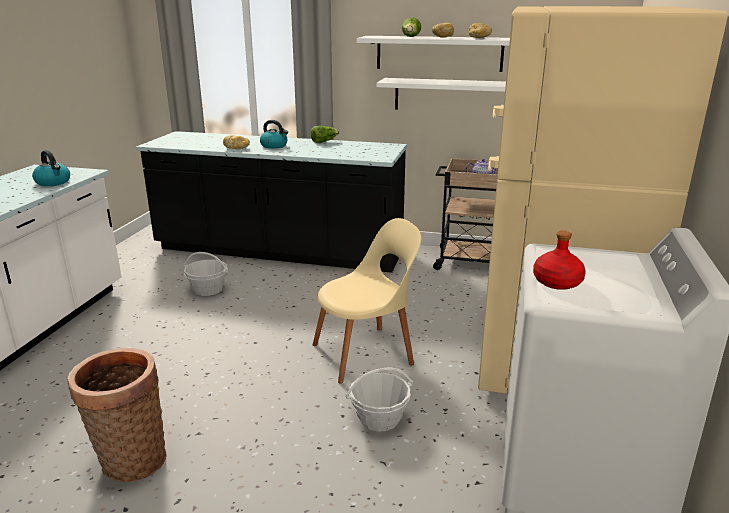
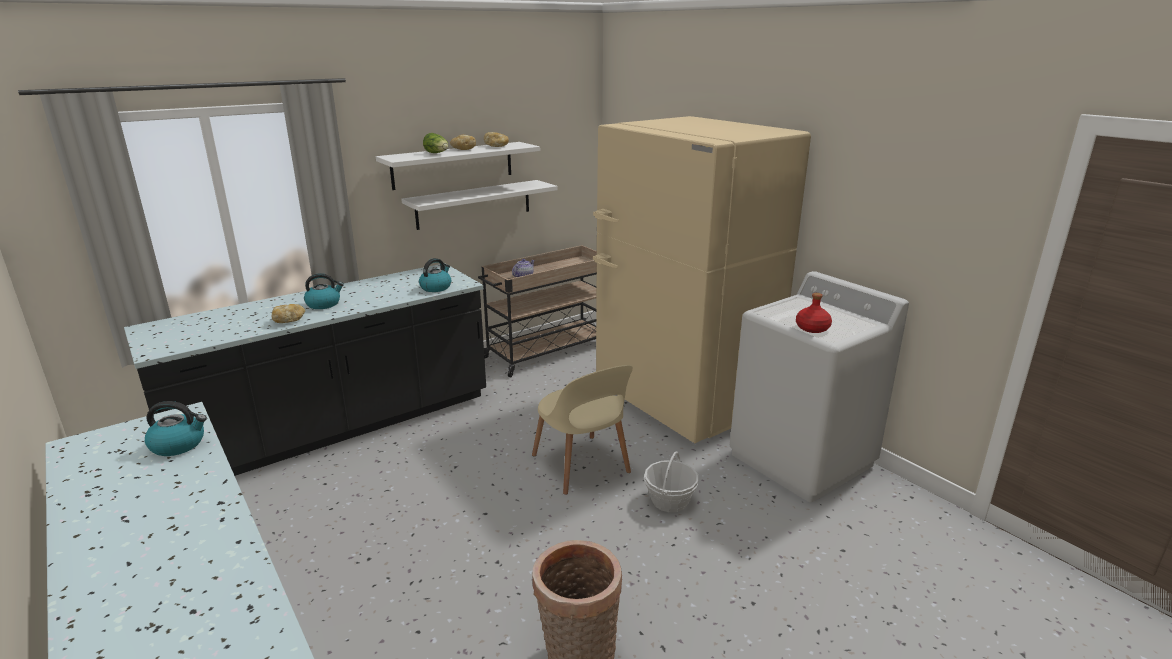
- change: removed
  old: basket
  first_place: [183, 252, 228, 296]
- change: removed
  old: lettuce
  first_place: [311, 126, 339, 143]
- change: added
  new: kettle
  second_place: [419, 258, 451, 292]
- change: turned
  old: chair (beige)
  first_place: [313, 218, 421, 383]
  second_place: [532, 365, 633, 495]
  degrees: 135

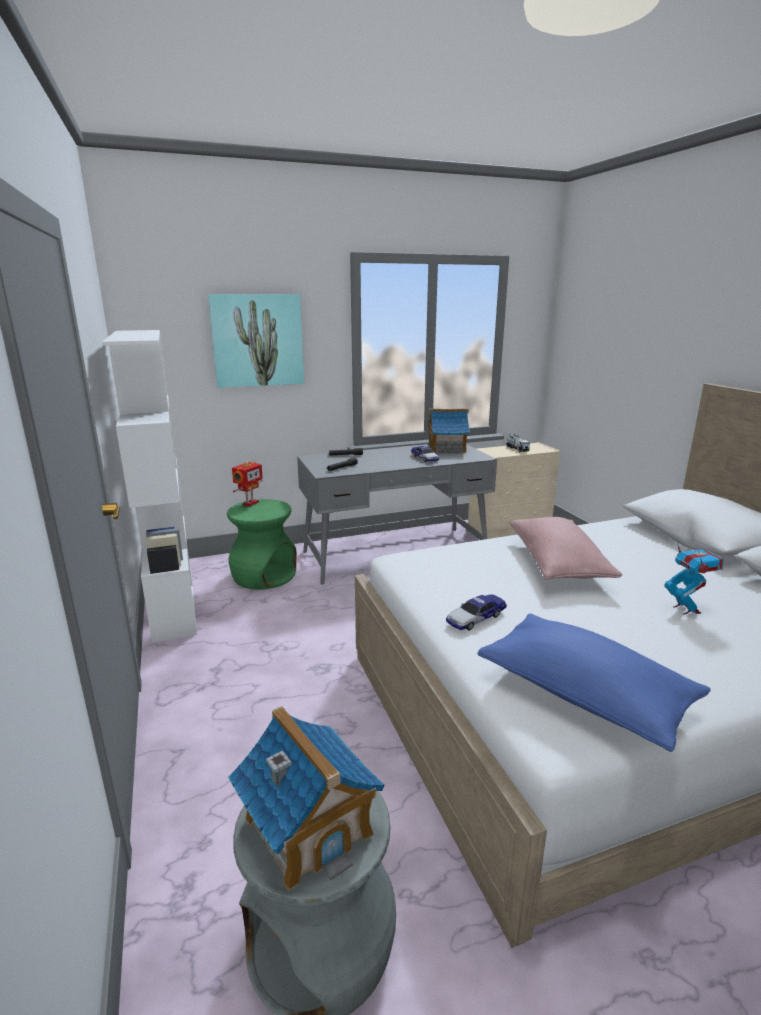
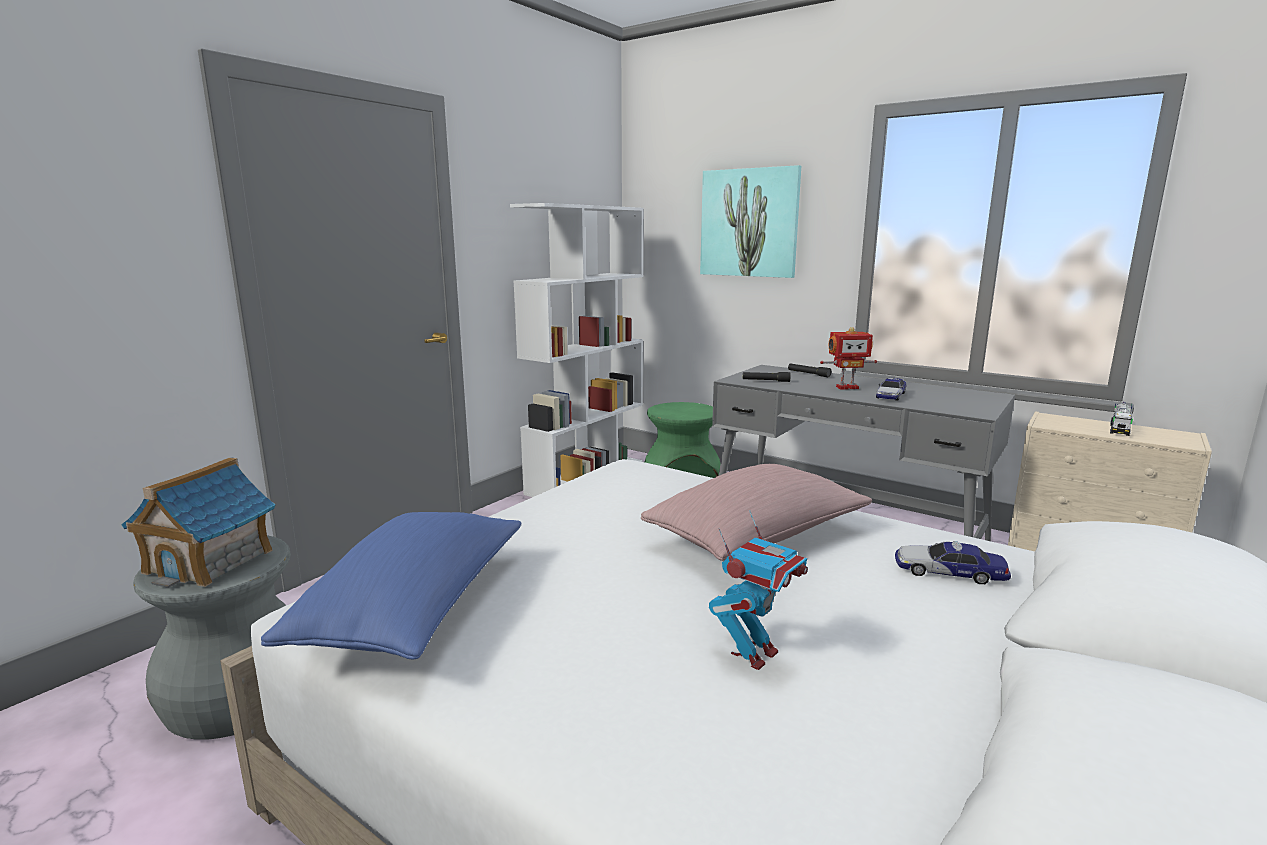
- change: removed
  old: toy house
  first_place: [428, 408, 470, 453]
- change: moved
  old: toy robot
  first_place: [232, 461, 263, 506]
  second_place: [820, 327, 877, 390]
- change: moved
  old: toy car
  first_place: [446, 594, 507, 630]
  second_place: [895, 541, 1011, 584]

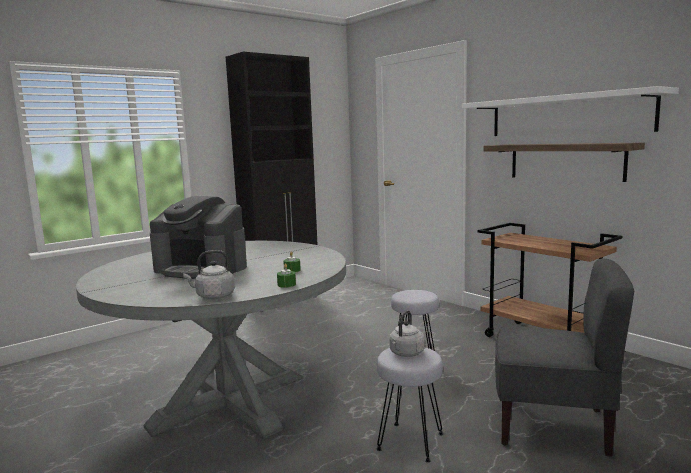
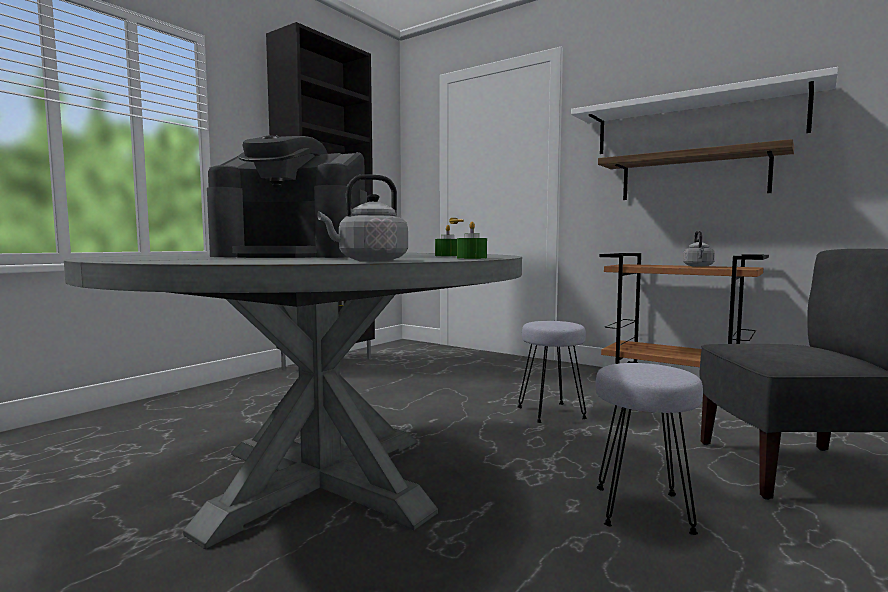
- change: moved
  old: kettle (grey)
  first_place: [389, 310, 425, 357]
  second_place: [683, 231, 715, 267]

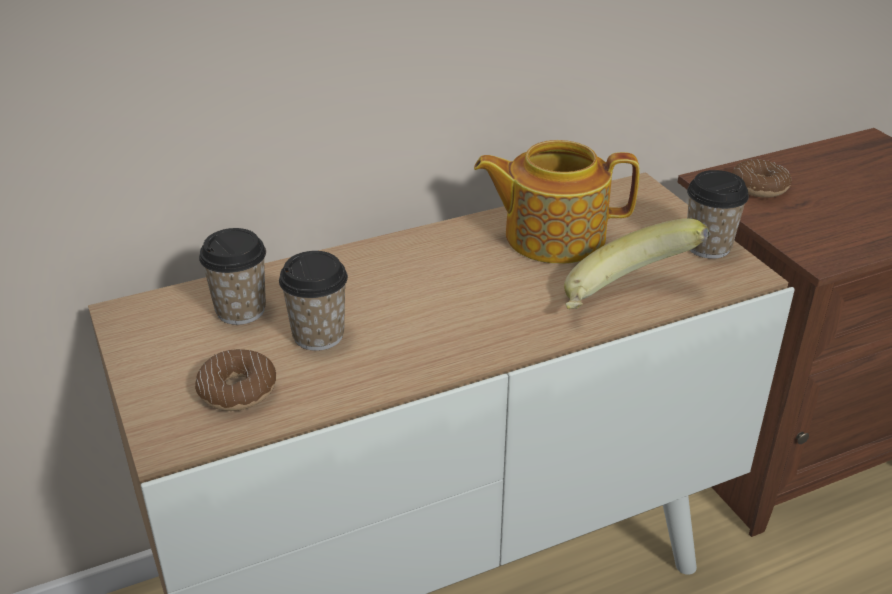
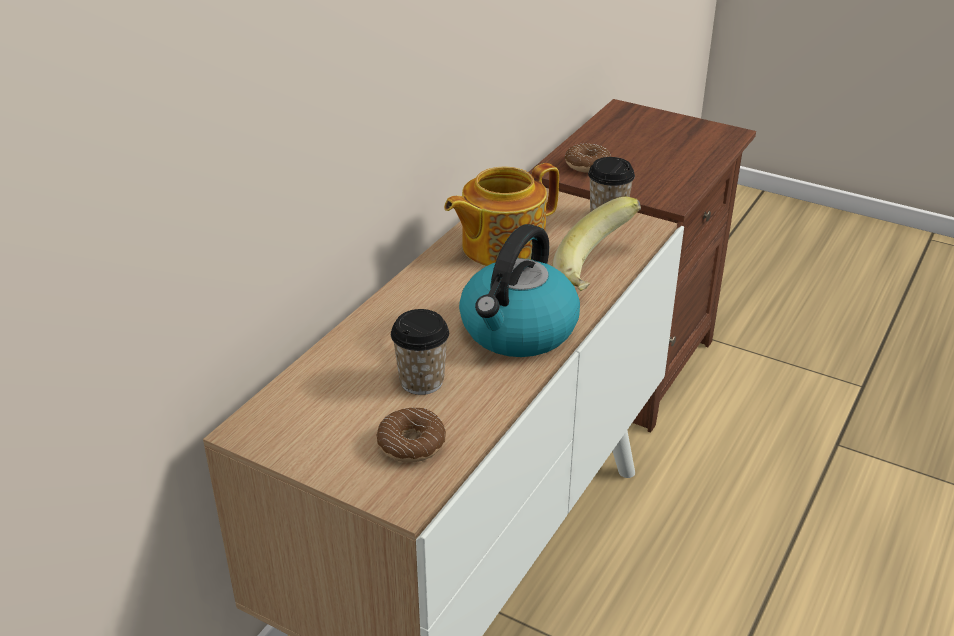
- change: removed
  old: cup
  first_place: [199, 228, 266, 325]
- change: added
  new: kettle
  second_place: [459, 224, 580, 357]

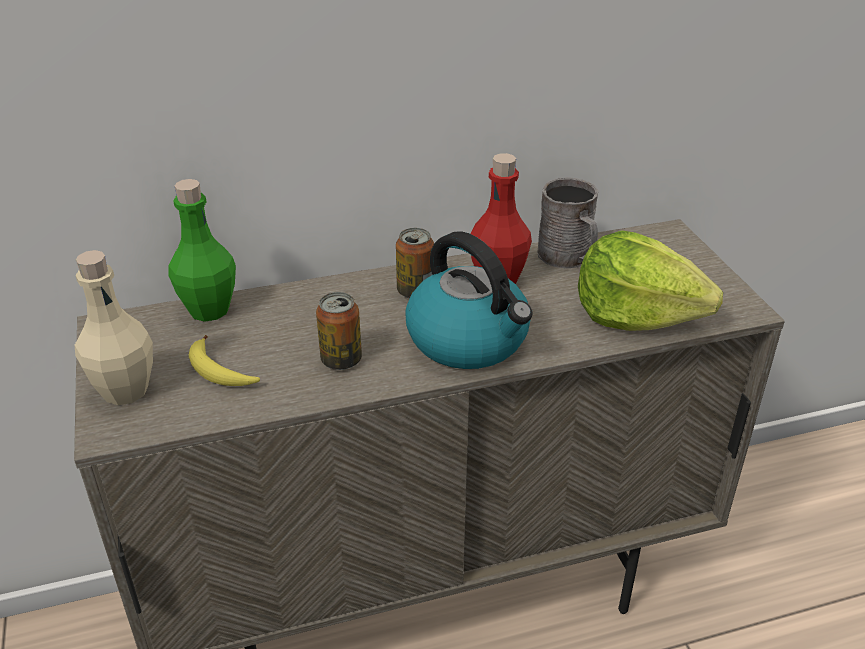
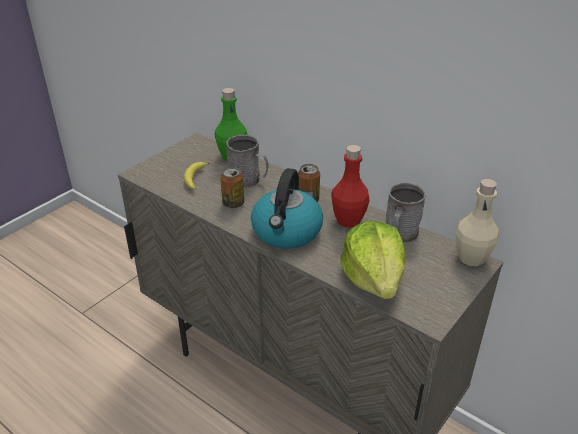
- change: added
  new: mug (grey)
  second_place: [226, 135, 268, 188]
- change: moved
  old: bottle (beige)
  first_place: [75, 250, 153, 405]
  second_place: [456, 179, 499, 266]

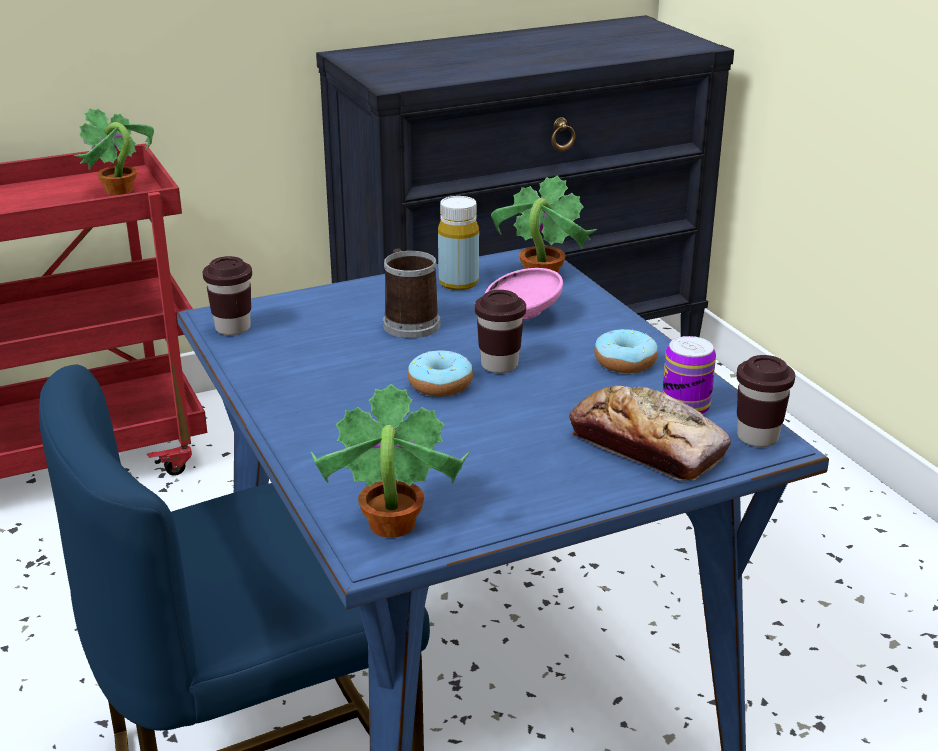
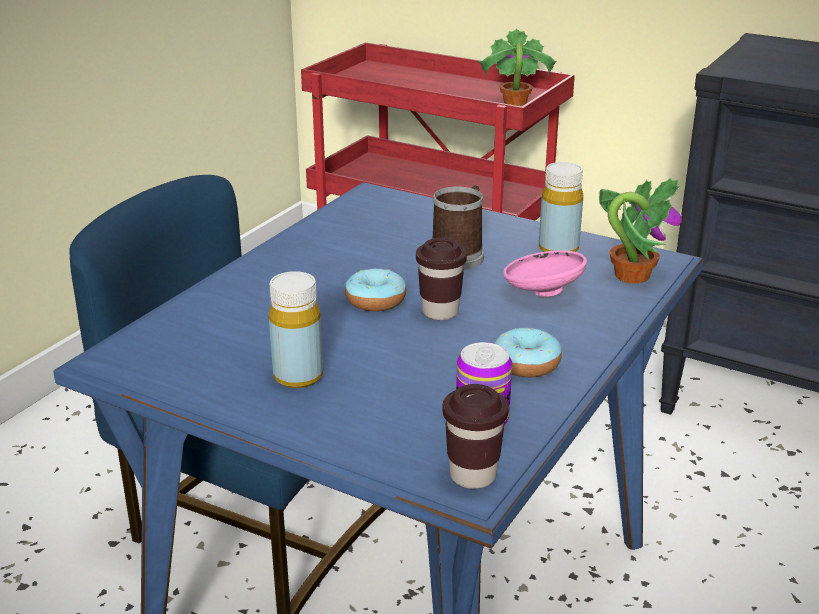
- change: removed
  old: cup (brown)
  first_place: [203, 256, 252, 335]
- change: removed
  old: potted plant
  first_place: [311, 384, 470, 538]
- change: removed
  old: bread
  first_place: [569, 385, 731, 481]
- change: added
  new: bottle (yellow)
  second_place: [269, 271, 323, 388]

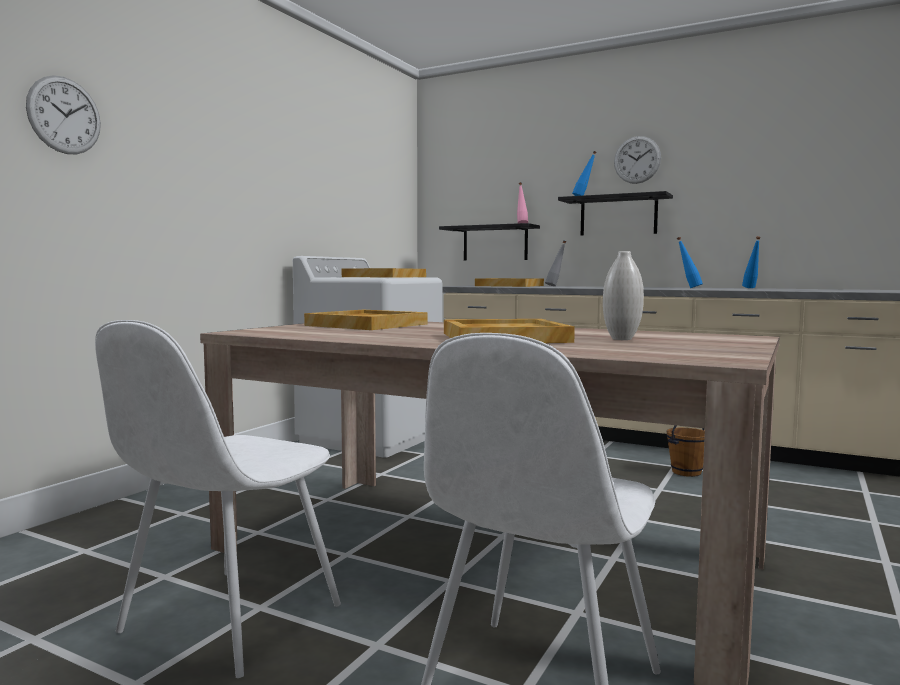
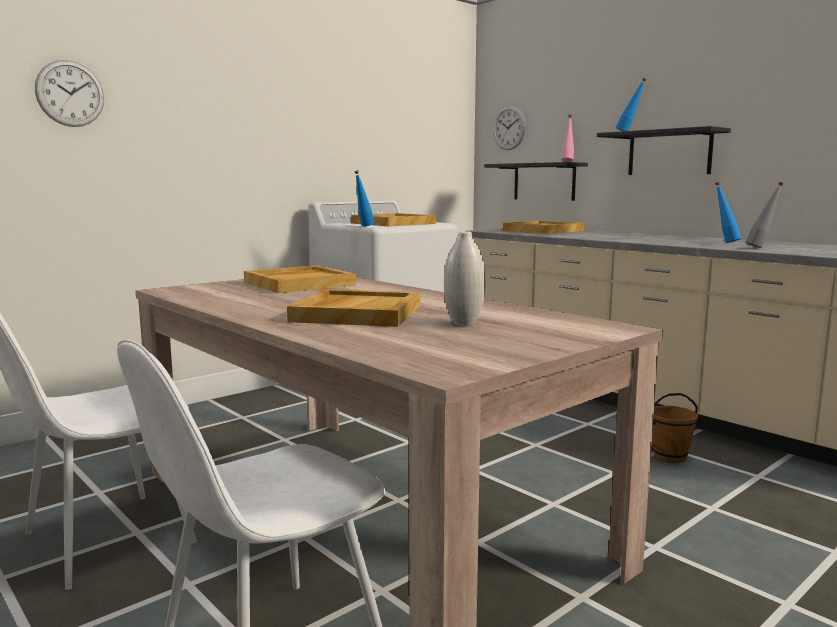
- change: moved
  old: bottle (grey)
  first_place: [545, 241, 566, 286]
  second_place: [745, 182, 784, 248]
- change: moved
  old: wall clock
  first_place: [614, 136, 661, 184]
  second_place: [493, 106, 526, 150]
- change: moved
  old: bottle (blue)
  first_place: [742, 236, 760, 288]
  second_place: [354, 170, 374, 226]

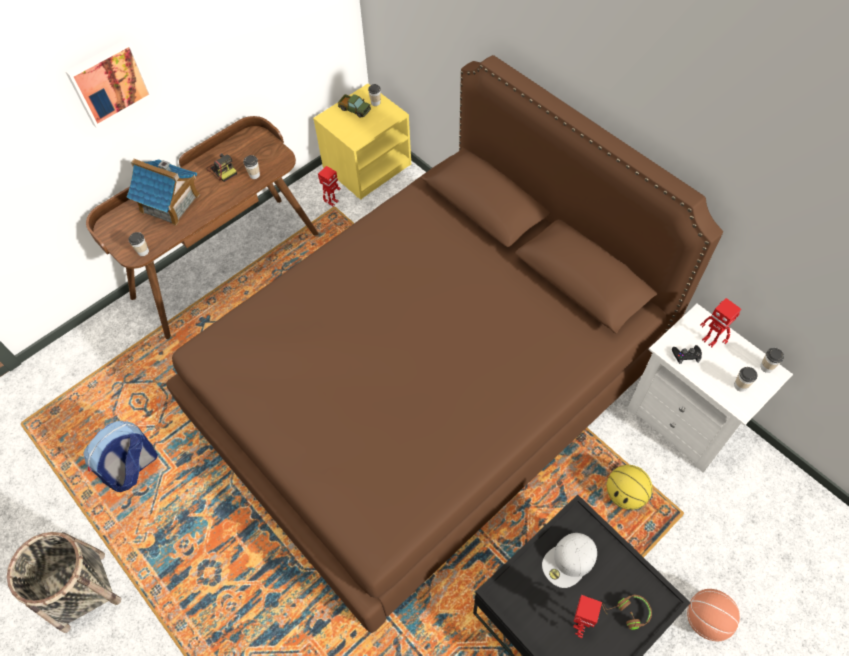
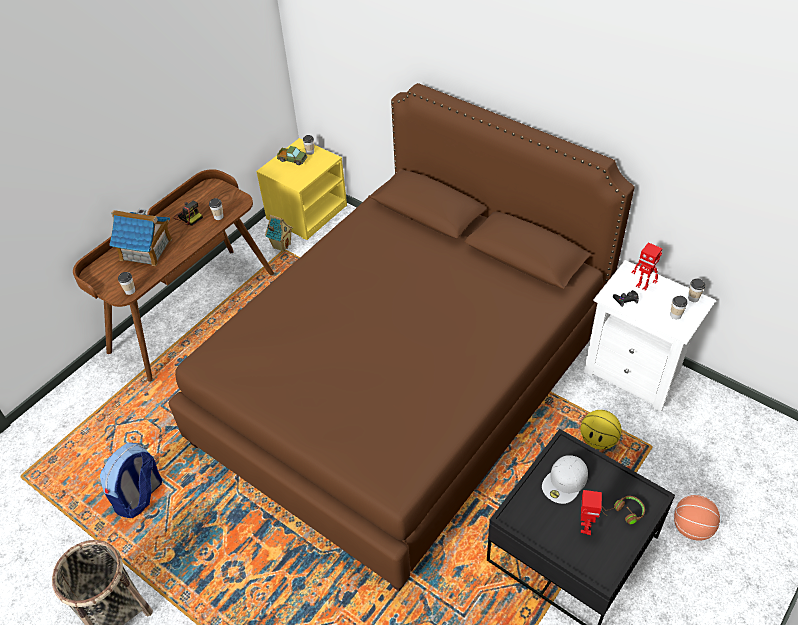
- change: removed
  old: picture
  first_place: [65, 39, 153, 128]
- change: replaced
  old: toy robot
  new: toy house
  first_place: [318, 166, 341, 207]
  second_place: [265, 215, 293, 251]

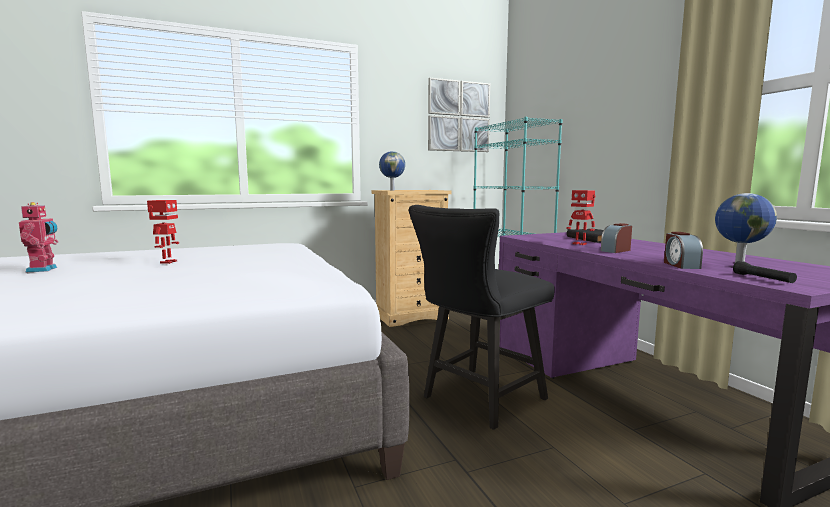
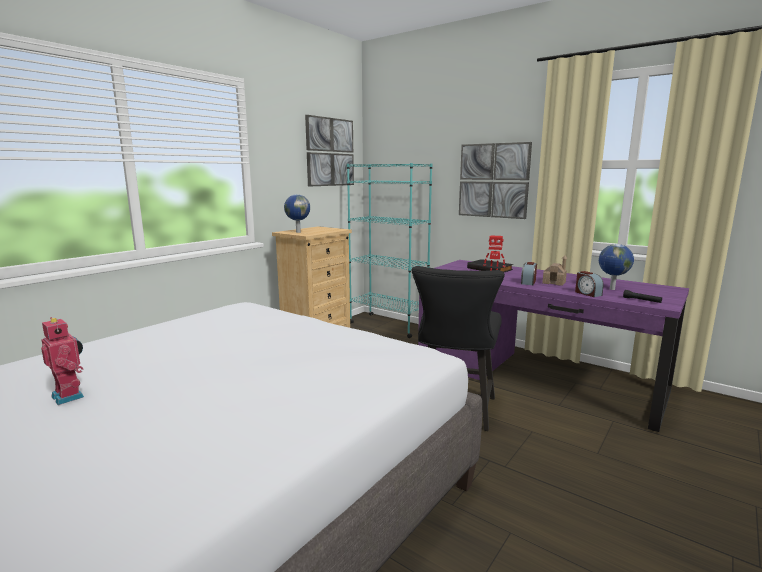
- change: removed
  old: toy robot
  first_place: [147, 200, 179, 264]
- change: added
  new: picture
  second_place: [459, 142, 532, 219]
- change: added
  new: toy house
  second_place: [542, 255, 567, 286]

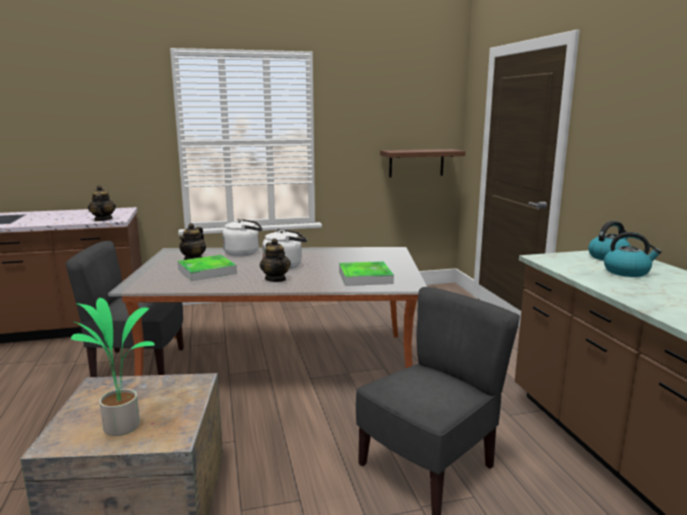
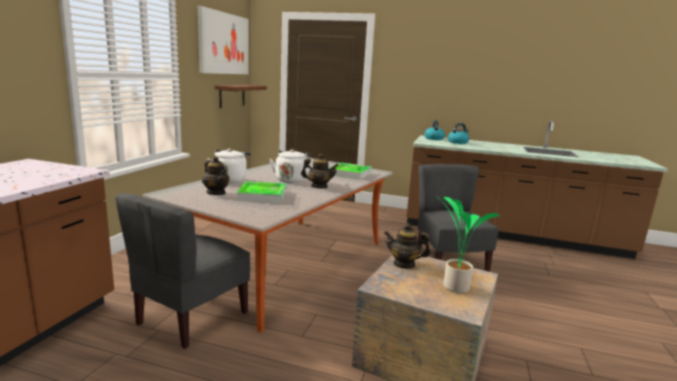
- change: added
  new: picture
  second_place: [198, 6, 249, 74]
- change: moved
  old: teapot
  first_place: [88, 185, 116, 221]
  second_place: [384, 223, 431, 269]

